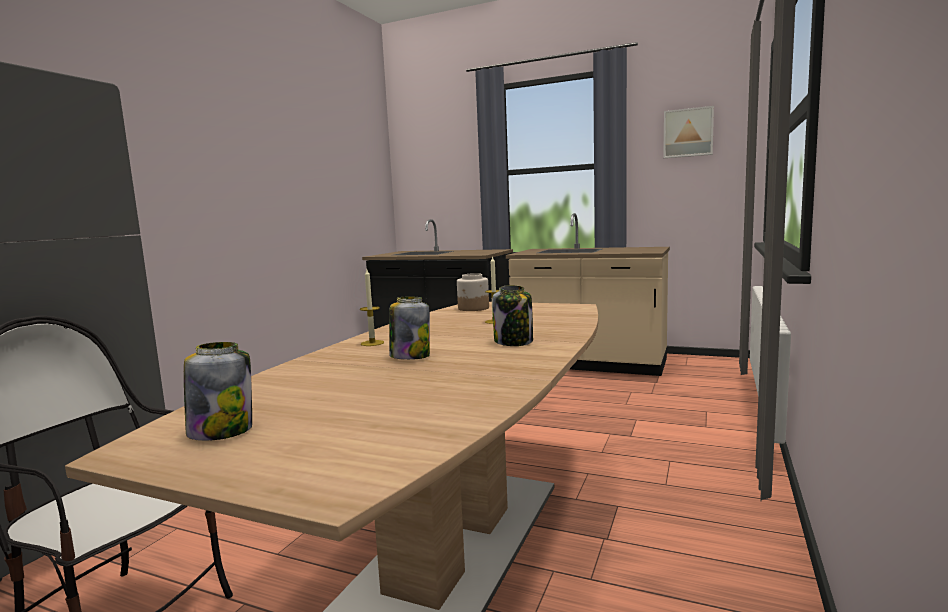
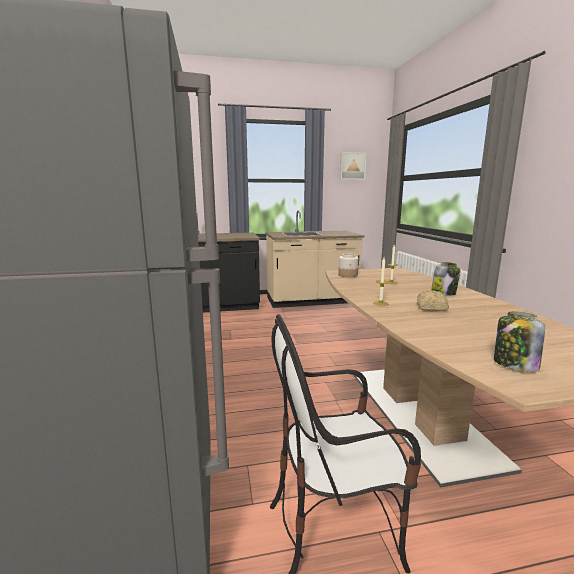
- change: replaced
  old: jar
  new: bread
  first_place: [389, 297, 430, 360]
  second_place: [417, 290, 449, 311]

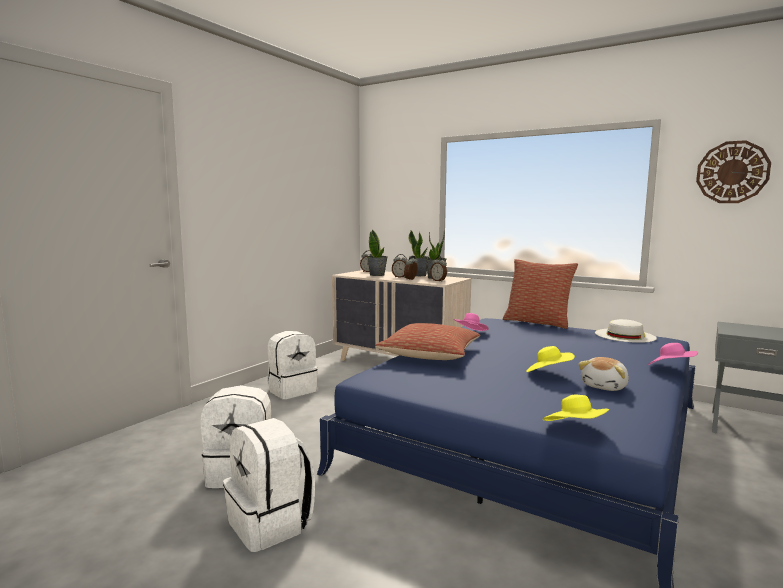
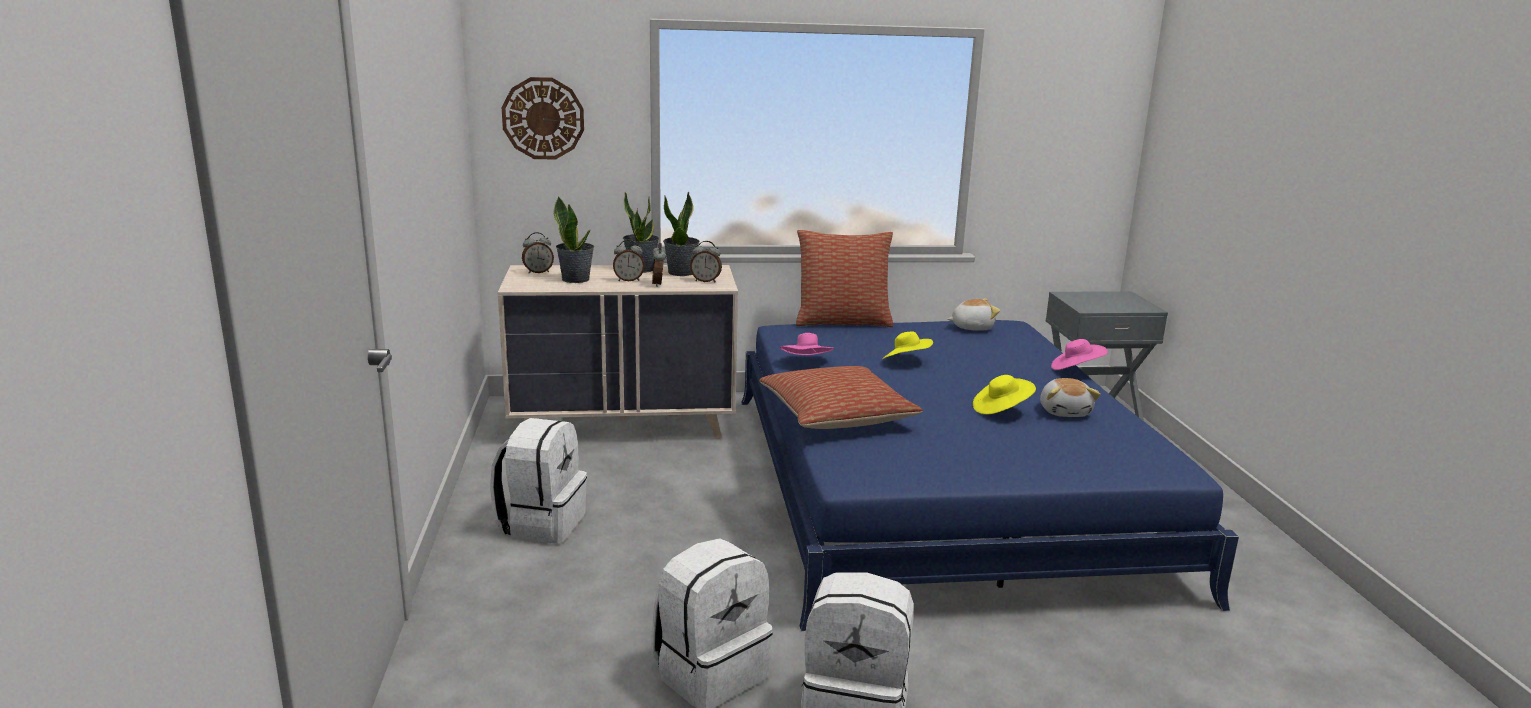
- change: moved
  old: hat (yellow)
  first_place: [543, 395, 609, 421]
  second_place: [882, 331, 933, 359]
- change: moved
  old: wall clock
  first_place: [696, 140, 771, 203]
  second_place: [502, 77, 584, 159]
- change: replaced
  old: hat (white)
  new: plush toy
  first_place: [595, 319, 657, 343]
  second_place: [948, 298, 1000, 331]

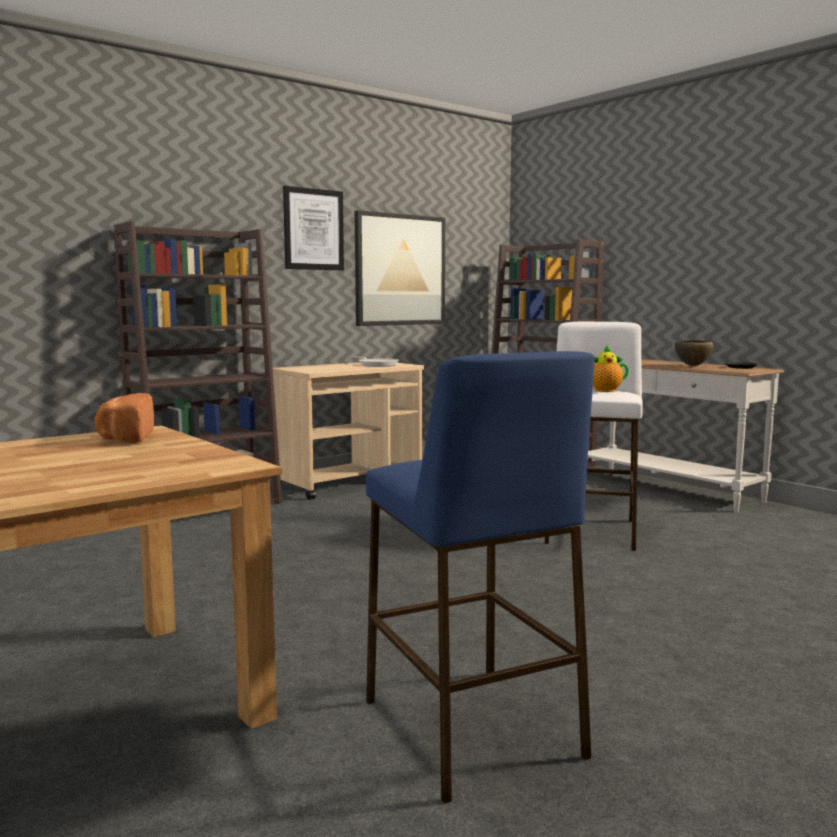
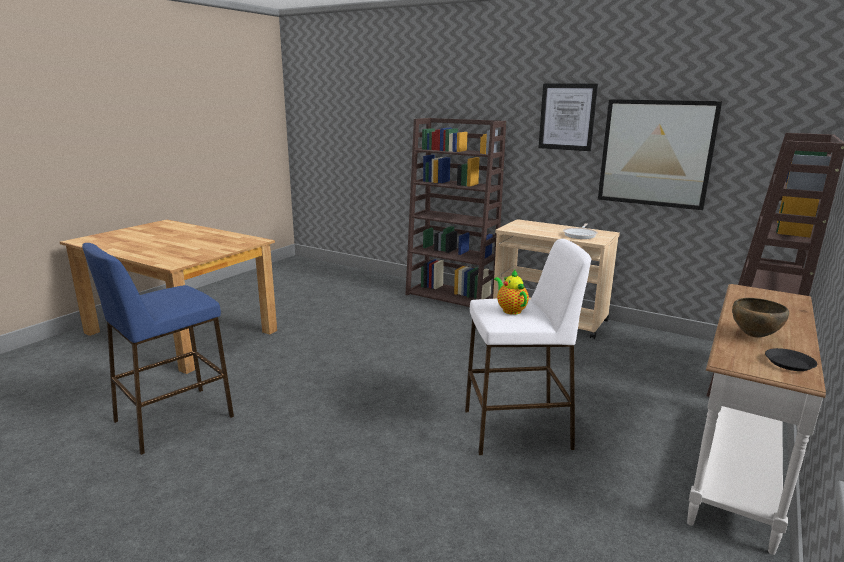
- change: removed
  old: bread
  first_place: [94, 393, 154, 443]

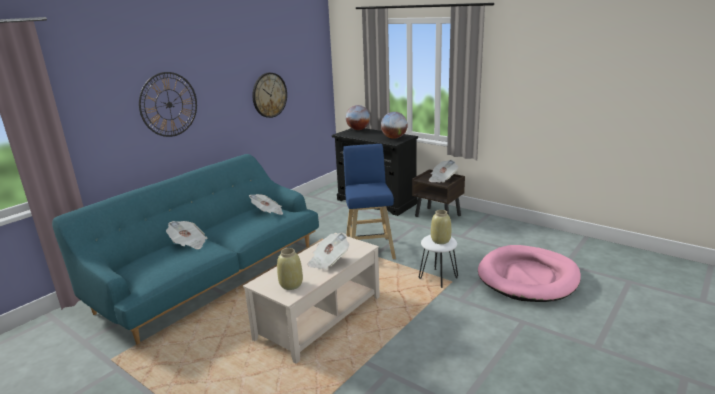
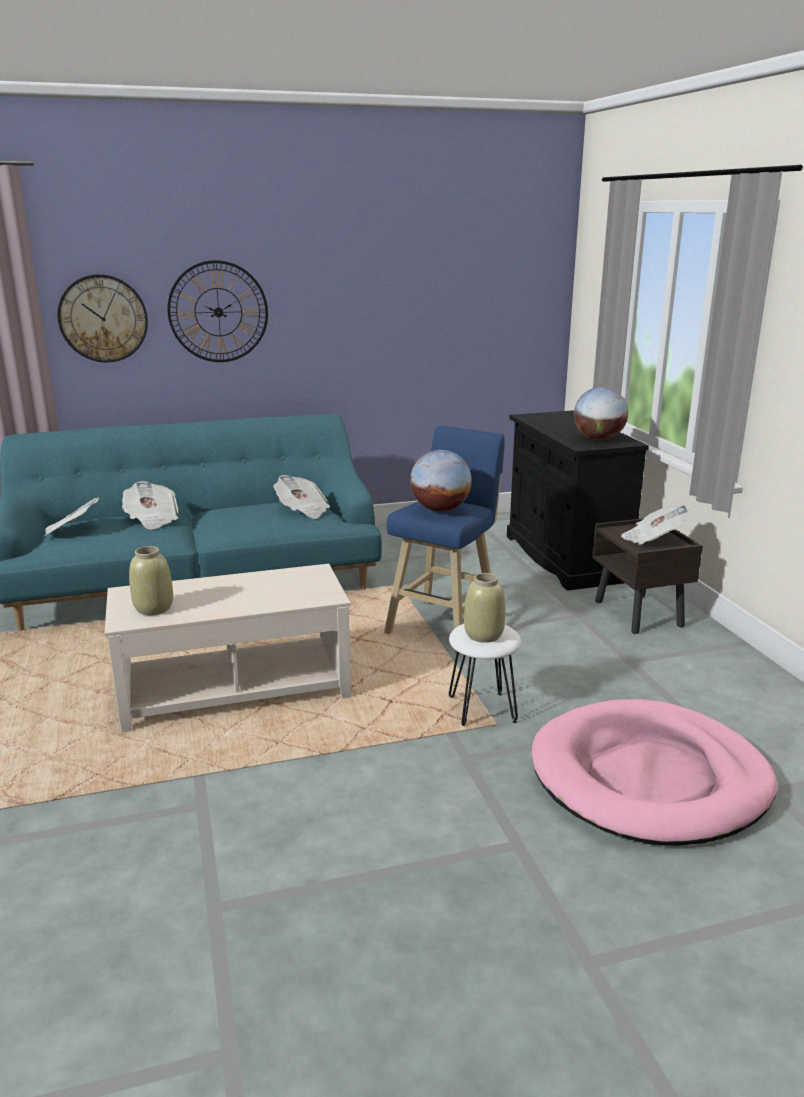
- change: moved
  old: wall clock
  first_place: [252, 73, 287, 118]
  second_place: [57, 274, 148, 362]
- change: moved
  old: newspaper
  first_place: [307, 233, 349, 270]
  second_place: [45, 498, 99, 535]
- change: moved
  old: globe
  first_place: [346, 105, 370, 130]
  second_place: [410, 450, 472, 511]

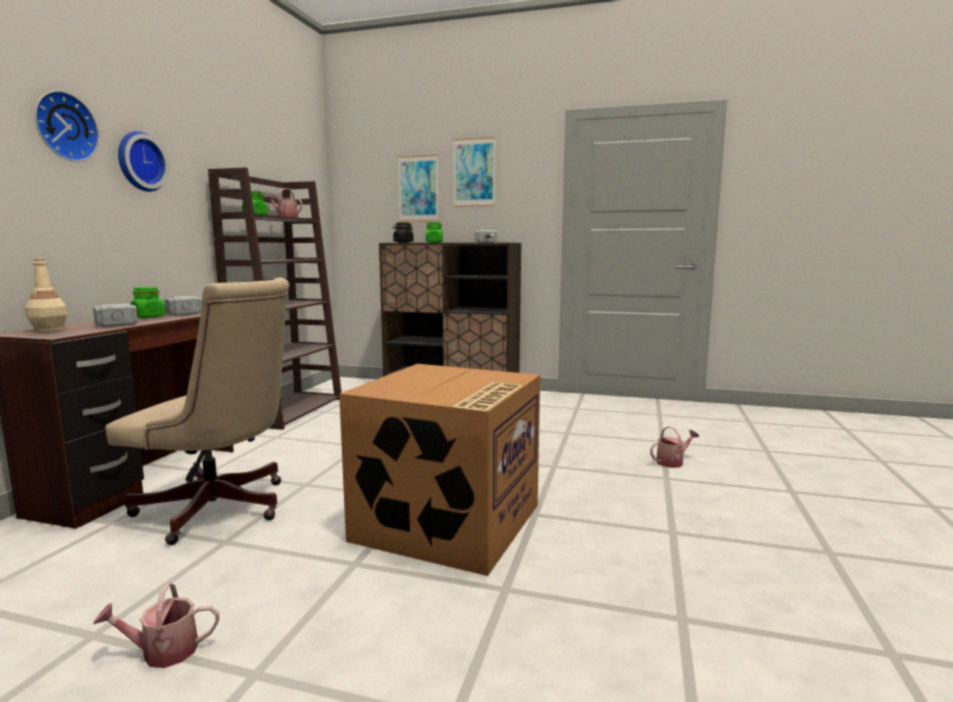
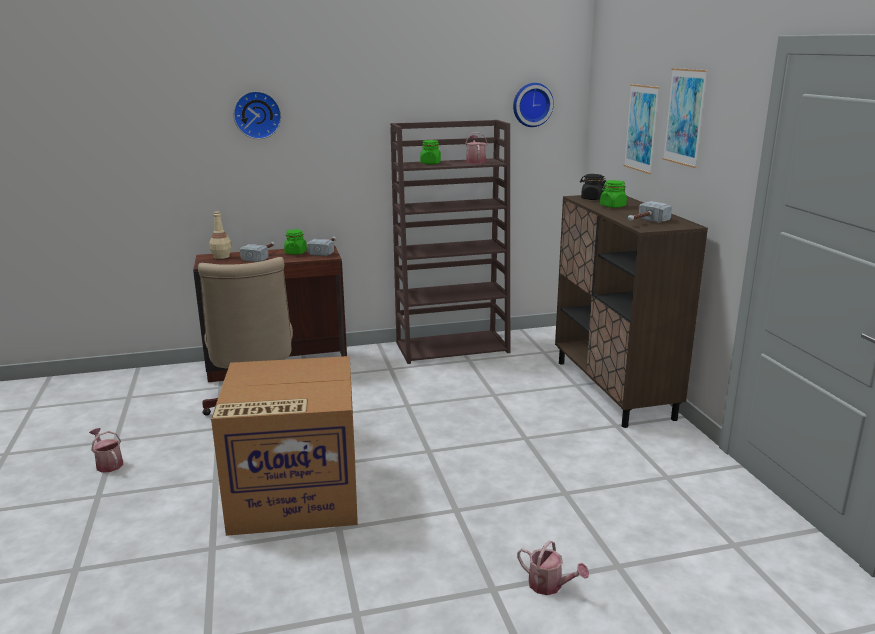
- change: moved
  old: wall clock
  first_place: [118, 131, 169, 192]
  second_place: [513, 83, 554, 127]

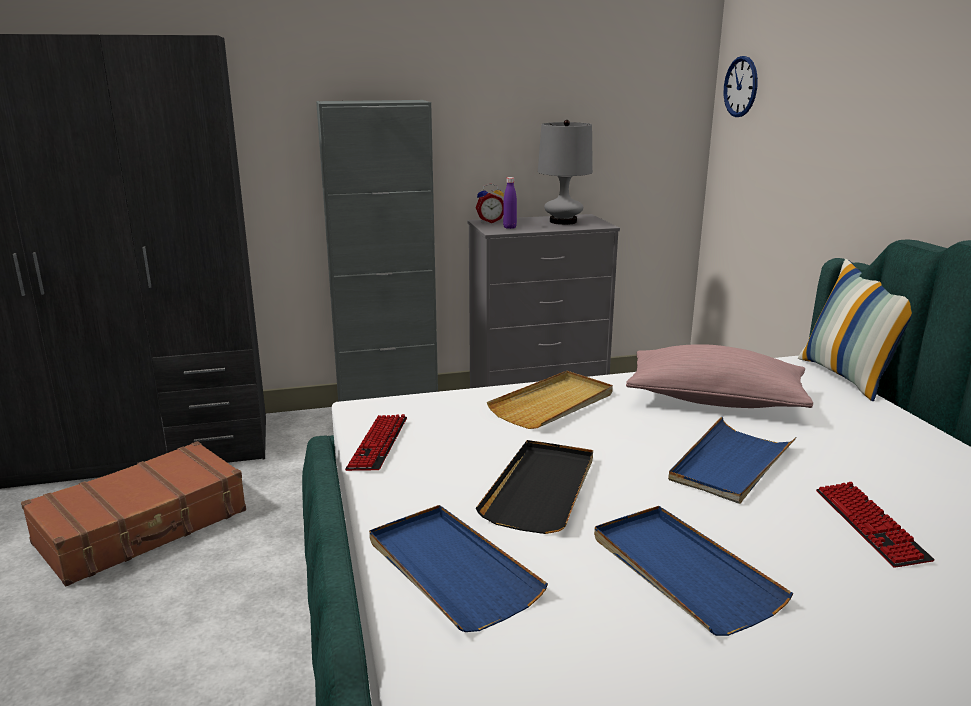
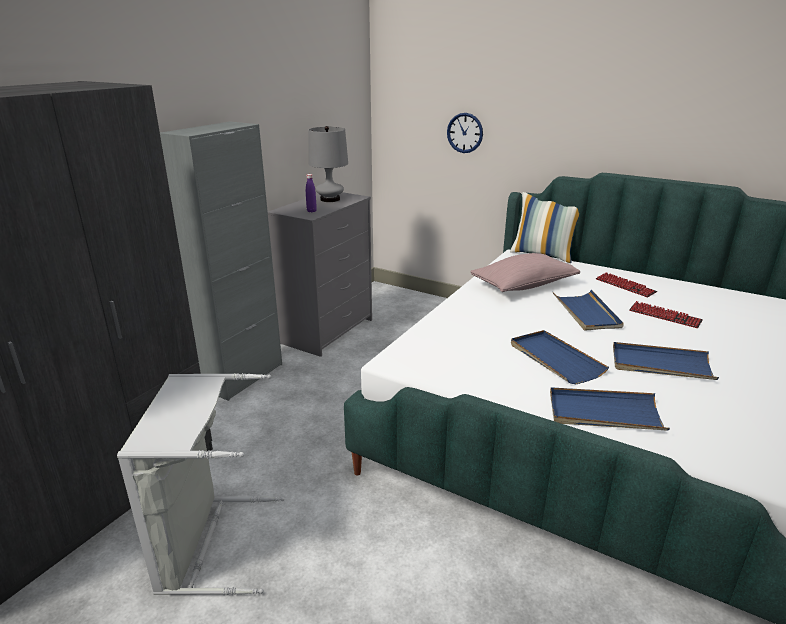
- change: removed
  old: alarm clock
  first_place: [475, 183, 504, 223]
- change: removed
  old: tray (beige)
  first_place: [487, 371, 613, 429]
- change: moved
  old: keyboard
  first_place: [345, 414, 407, 471]
  second_place: [596, 272, 657, 297]
- change: moved
  old: wall clock
  first_place: [724, 56, 758, 117]
  second_place: [447, 113, 483, 153]
- change: replaced
  old: suitcase (brown)
  new: laundry basket (grey)
  first_place: [21, 441, 246, 587]
  second_place: [117, 373, 285, 595]
- change: recoloured
  old: tray (black)
  new: tray (blue)
  first_place: [476, 440, 593, 534]
  second_place: [511, 330, 609, 384]

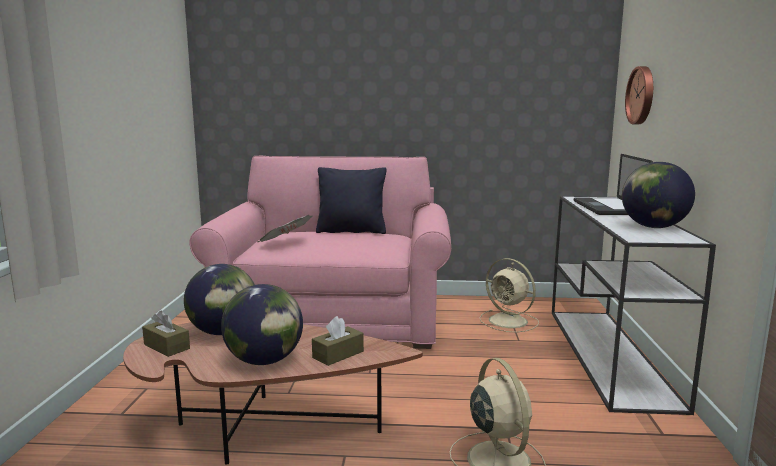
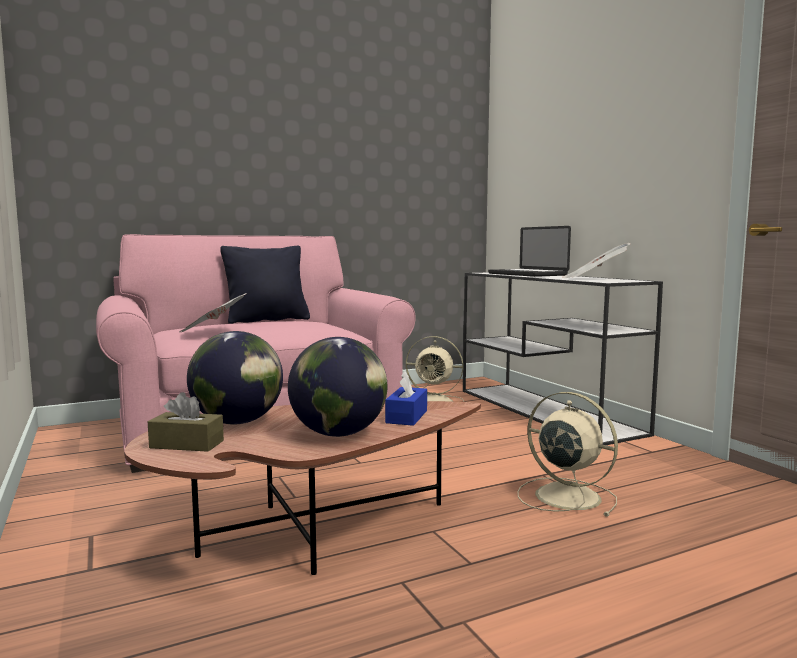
- change: removed
  old: wall clock
  first_place: [625, 66, 653, 124]
- change: replaced
  old: globe
  new: newspaper
  first_place: [622, 162, 695, 228]
  second_place: [562, 243, 631, 278]
- change: recoloured
  old: tissue box (brown)
  new: tissue box (blue)
  first_place: [312, 316, 364, 366]
  second_place: [385, 371, 427, 426]

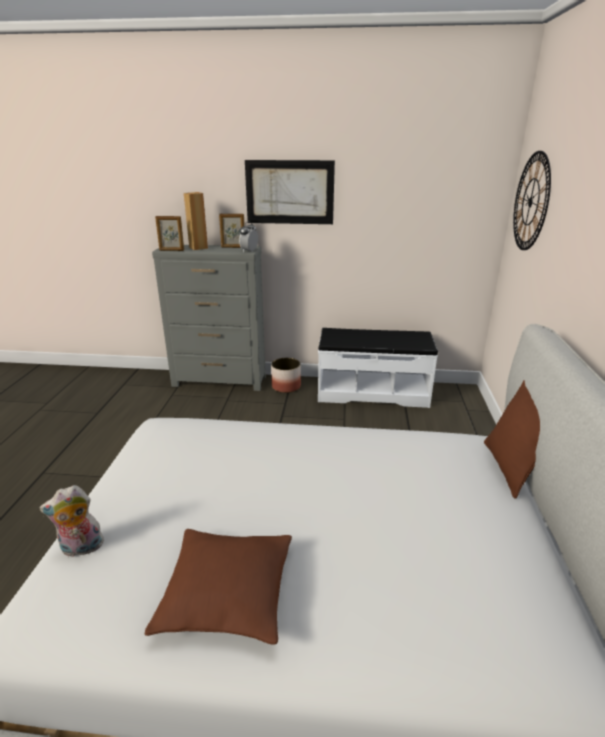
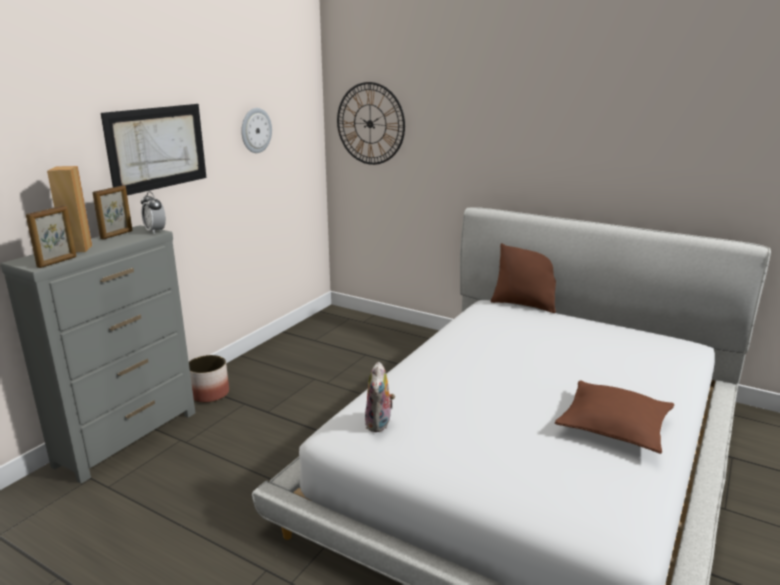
- change: removed
  old: bench (white)
  first_place: [318, 328, 438, 408]
- change: added
  new: wall clock
  second_place: [241, 108, 272, 153]
- change: moved
  old: plush toy
  first_place: [39, 485, 105, 557]
  second_place: [365, 361, 395, 432]

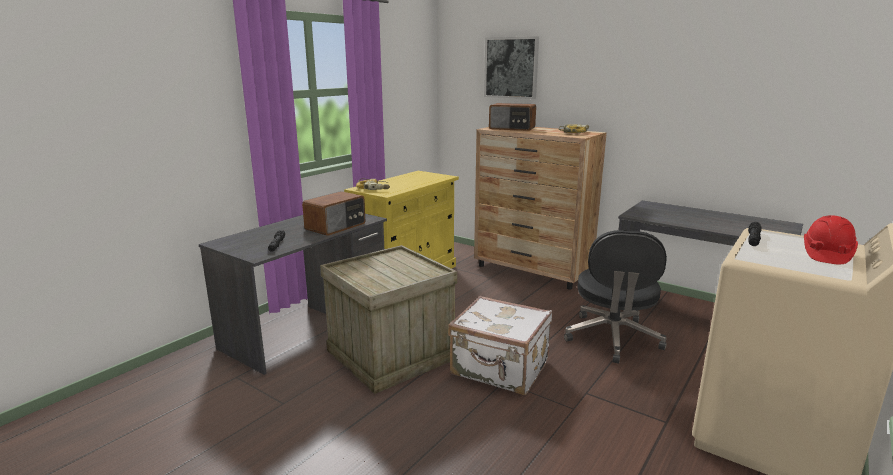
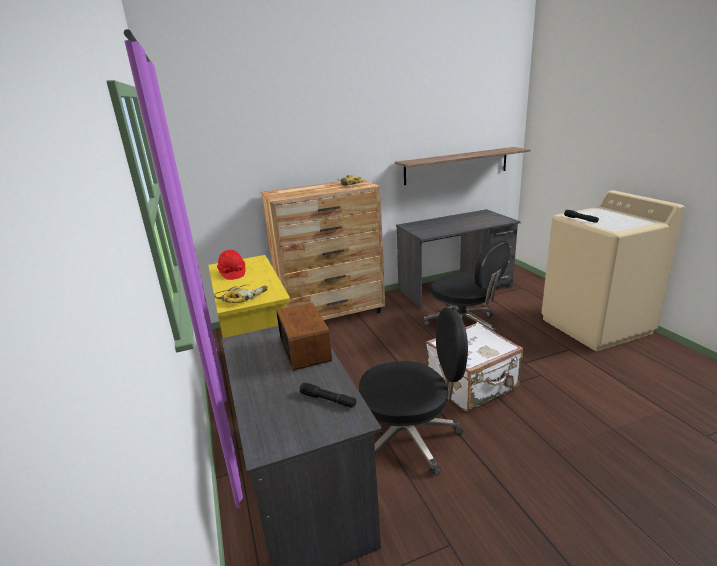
- change: removed
  old: picture
  first_place: [484, 36, 539, 99]
- change: removed
  old: radio
  first_place: [489, 103, 536, 131]
- change: added
  new: shelf
  second_place: [395, 147, 531, 185]
- change: moved
  old: hard hat (red)
  first_place: [804, 215, 858, 265]
  second_place: [217, 250, 246, 280]
- change: replaced
  old: crate
  new: office chair (black)
  first_place: [320, 245, 457, 394]
  second_place: [359, 308, 468, 476]

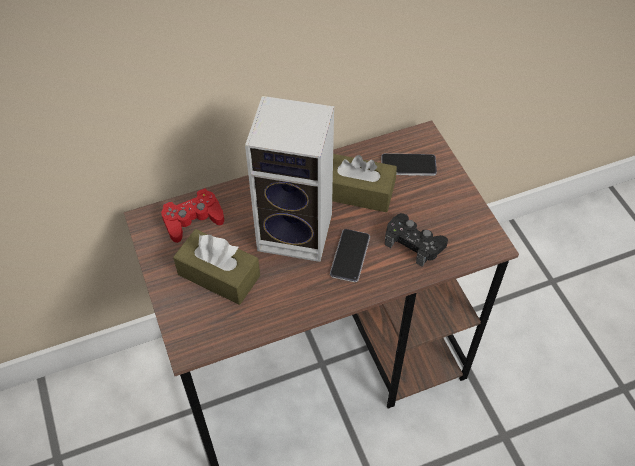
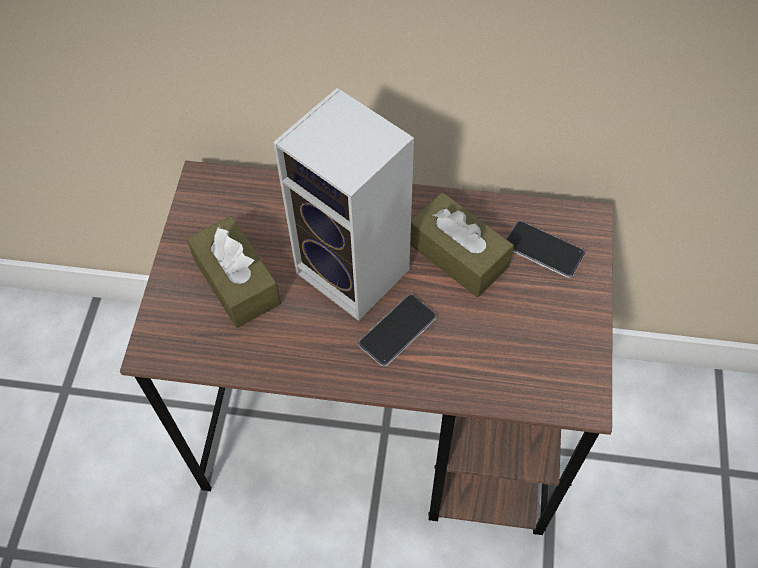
- change: removed
  old: game controller (red)
  first_place: [161, 188, 224, 243]
- change: removed
  old: game controller (black)
  first_place: [385, 213, 448, 267]

